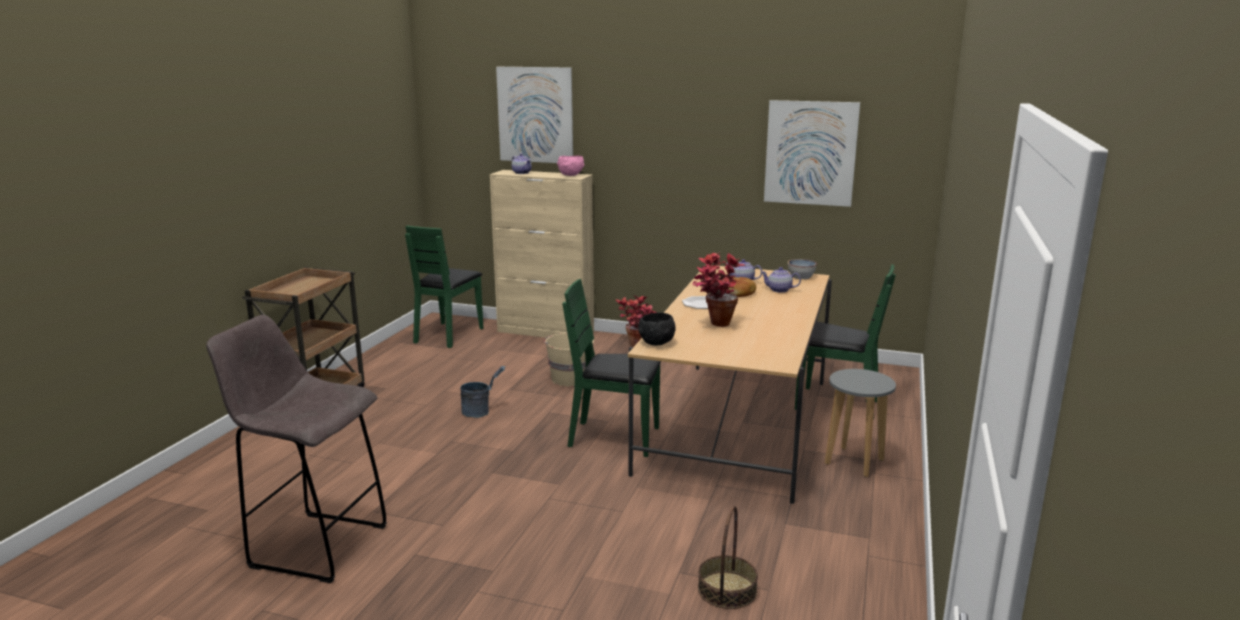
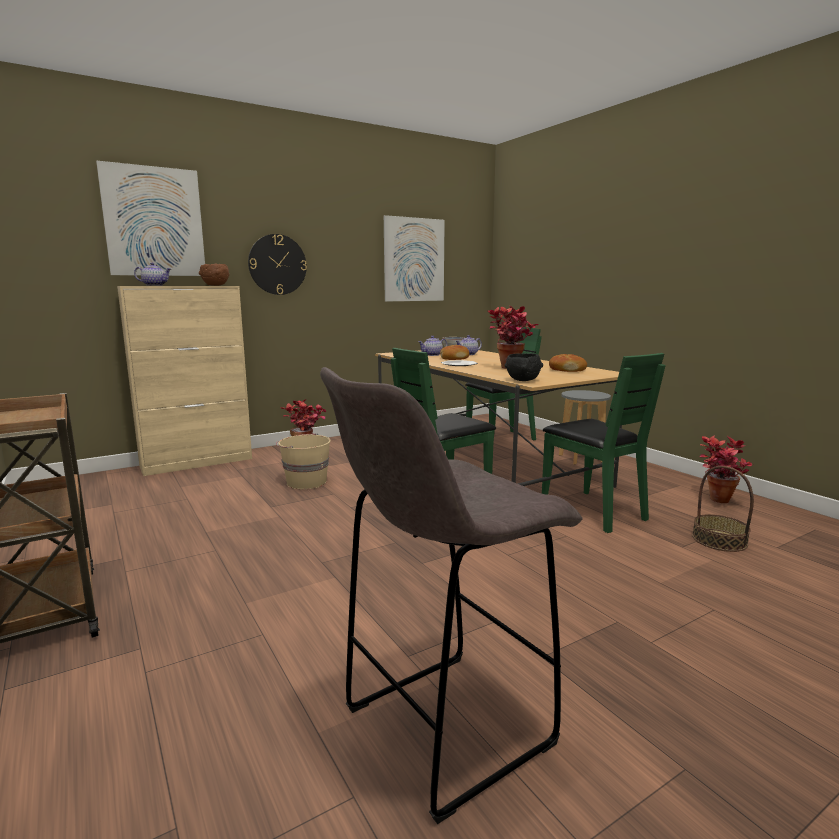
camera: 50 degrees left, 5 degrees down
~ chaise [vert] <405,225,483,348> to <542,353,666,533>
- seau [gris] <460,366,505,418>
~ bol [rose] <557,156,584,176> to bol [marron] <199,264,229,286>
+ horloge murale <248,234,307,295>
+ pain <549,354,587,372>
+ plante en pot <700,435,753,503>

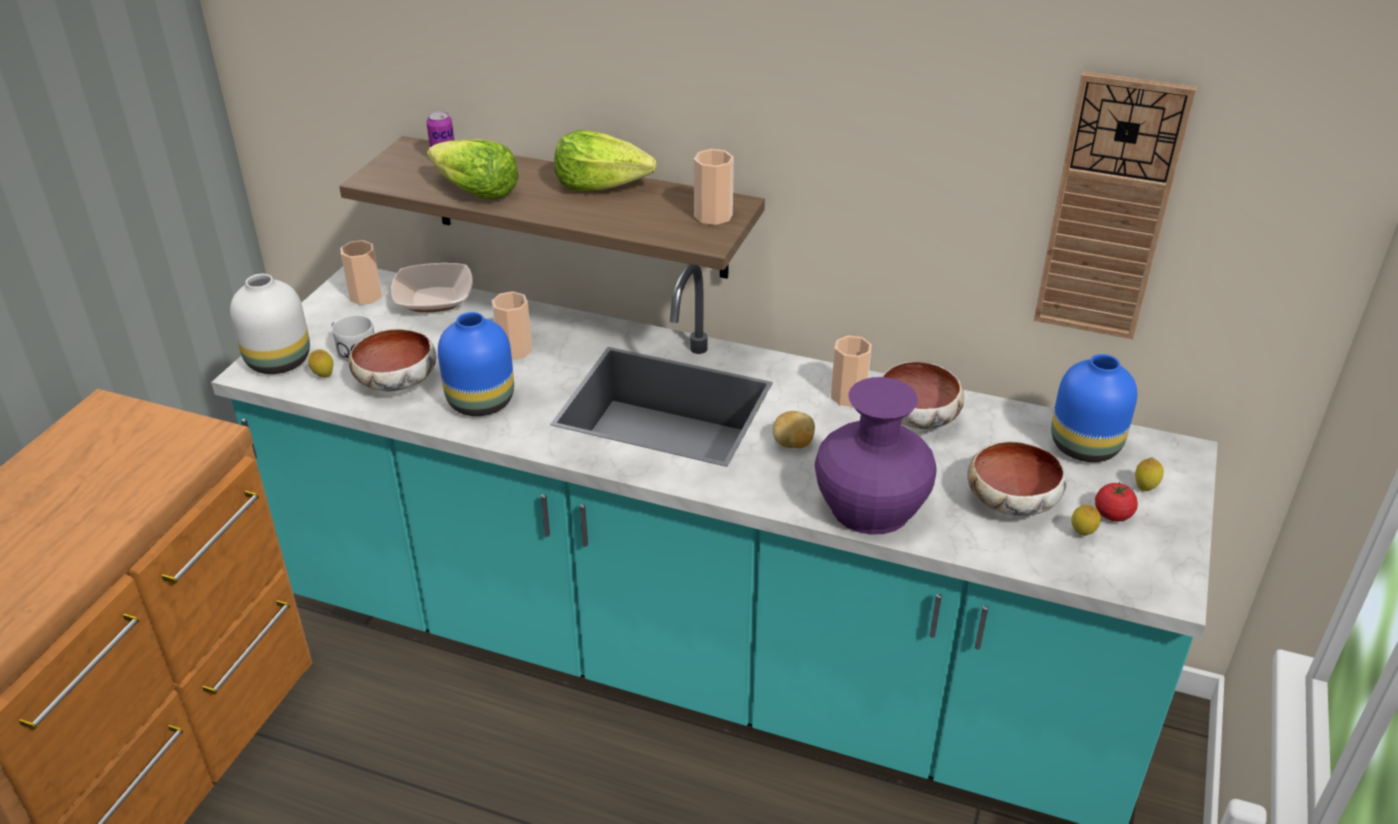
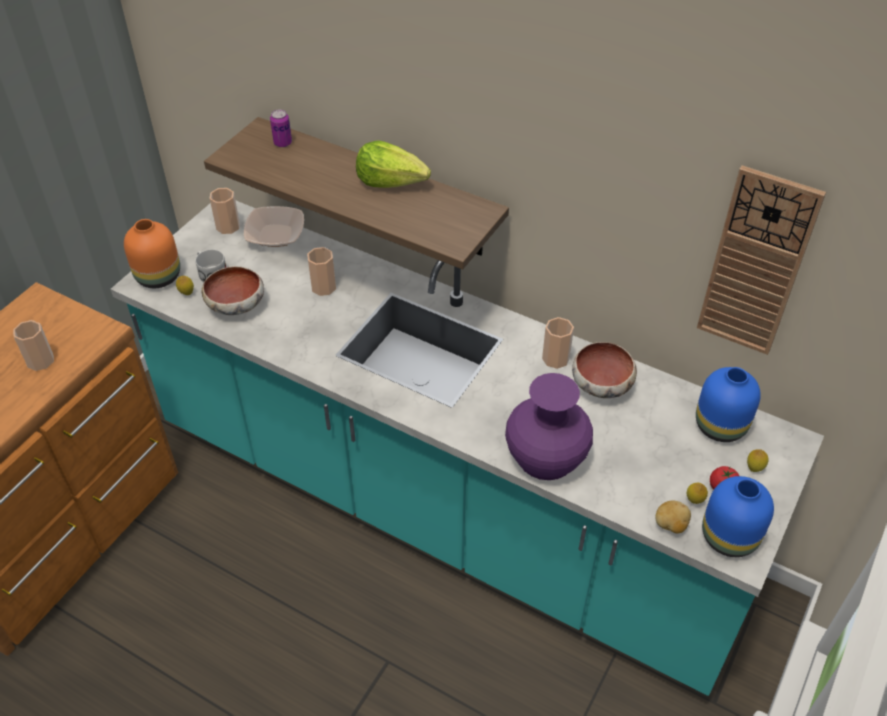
camera: 10 degrees right, 10 degrees up
~ vase [blanc] <230,274,310,374> to vase [orange] <124,219,180,288>
- laitue <427,139,519,199>
~ vase [bleu] <438,312,514,416> to <702,476,774,557>
~ tasse <694,149,734,225> to <13,320,54,371>
~ pomme de terre <773,411,815,448> to <656,501,691,533>
- bol <967,441,1066,516>

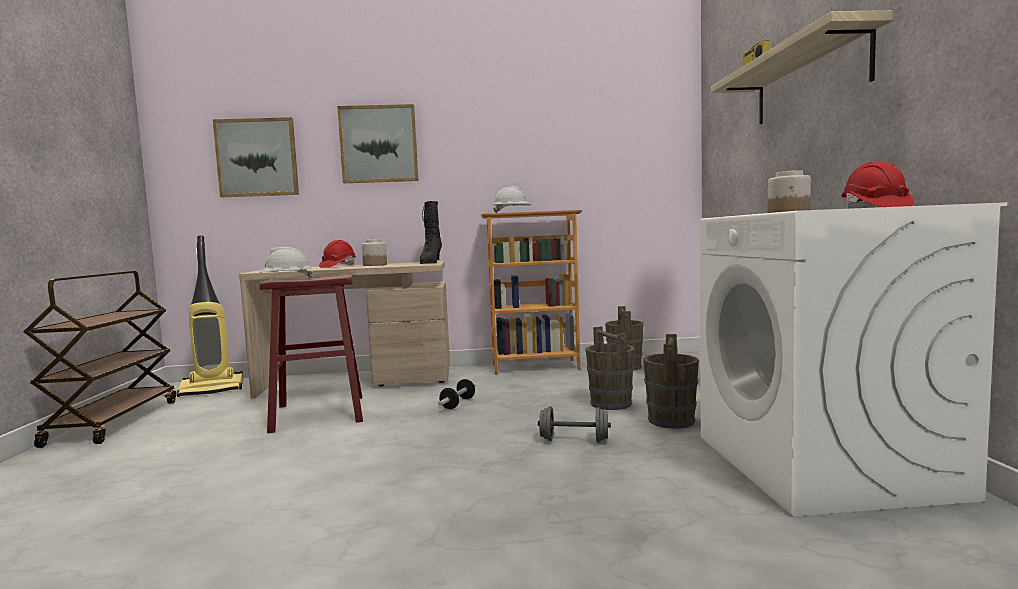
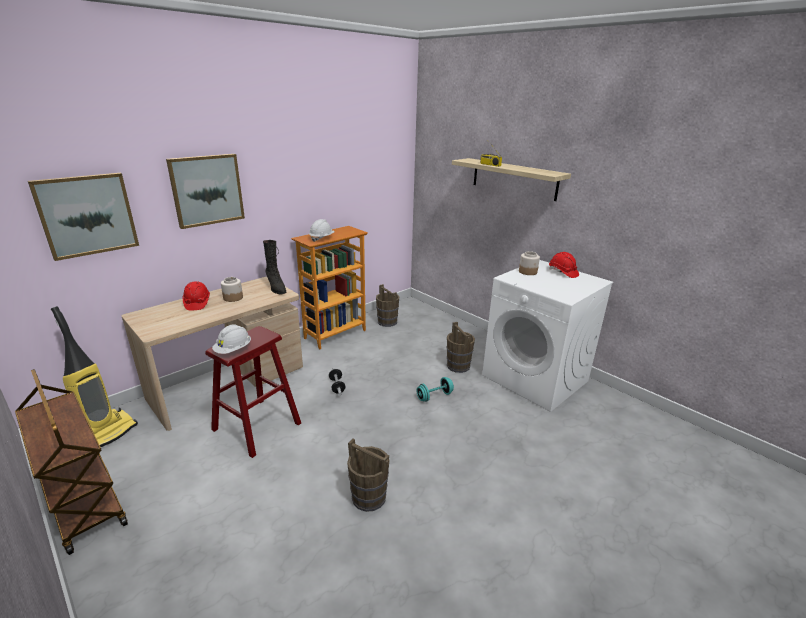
camera: 40 degrees left, 20 degrees up
~ haltère [gris] <538,407,611,442> to haltère [turquoise] <417,377,454,402>
~ seau [marron] <586,326,634,410> to <347,438,390,512>

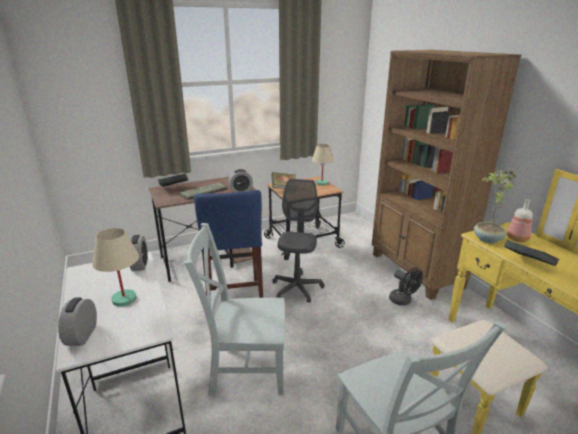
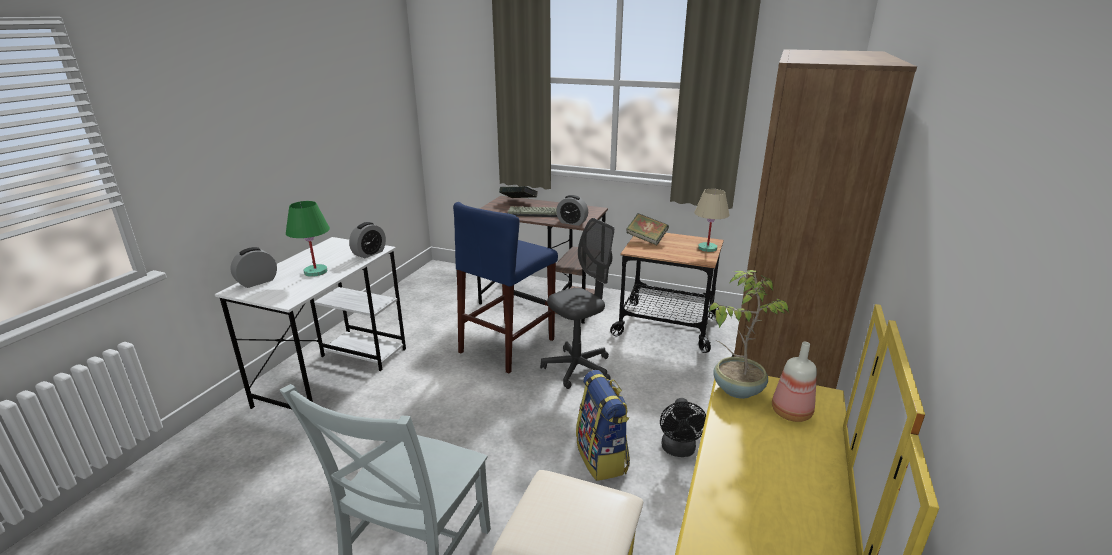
camera: 45 degrees right, 0 degrees up
~ lampe de table [beige] <92,228,139,306> to lampe de table [vert] <286,201,330,277>
- chaise [gris] <184,223,285,396>
- livre <504,240,560,266>
+ sac à dos <576,370,630,481>

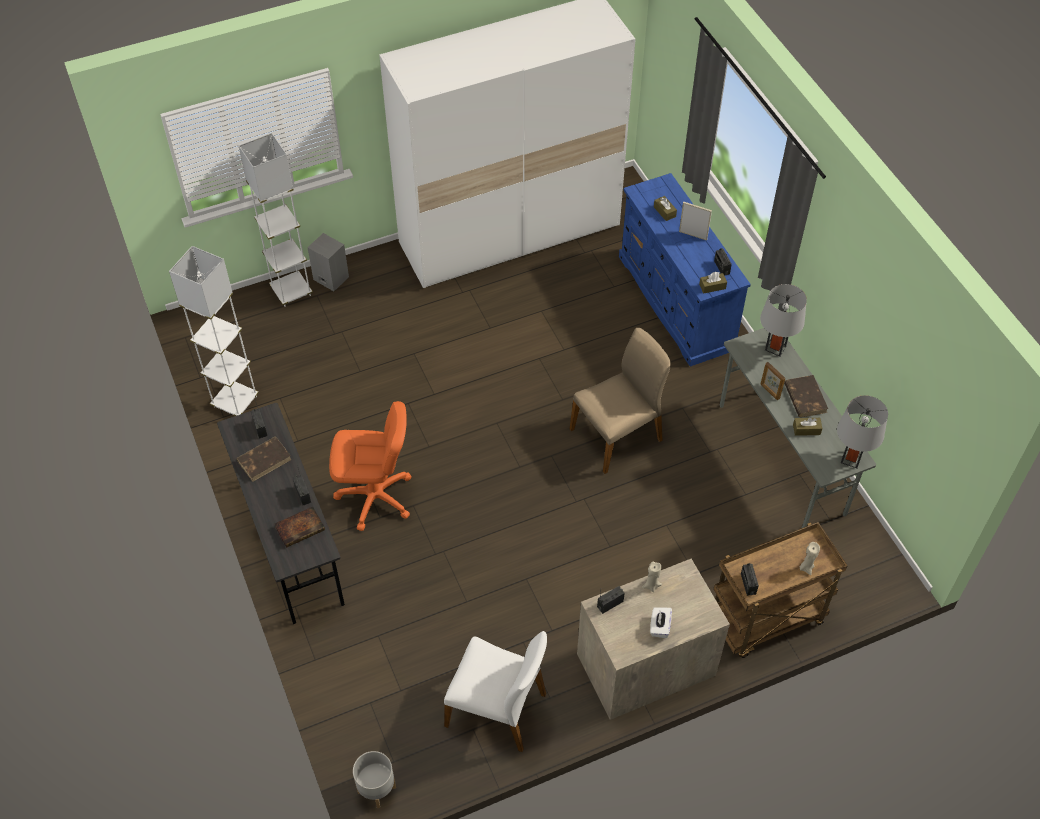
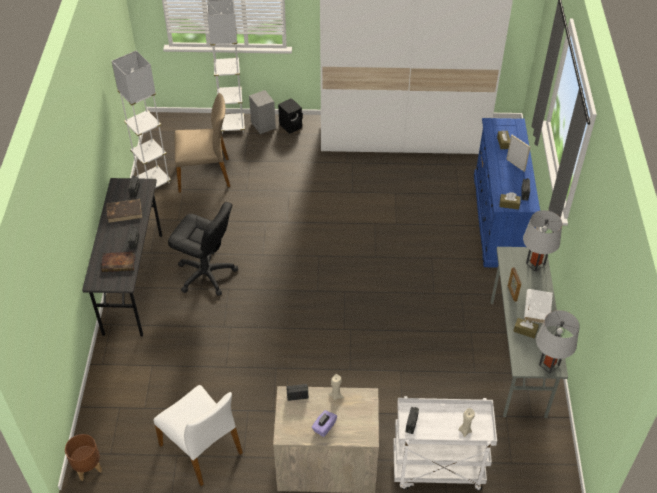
camera: 25 degrees right, 5 degrees down
~ chaise de bureau [orange] <329,401,412,531> to chaise de bureau [noir] <168,202,238,296>
~ cache-pot [gris] <353,751,396,808> to cache-pot [marron] <65,434,102,481>
~ chaise [beige] <570,328,671,474> to <174,93,230,193>
~ boîte à mouchoirs [blanc] <650,607,672,638> to boîte à mouchoirs [violet] <311,410,337,437>
~ chariot [marron] <713,522,847,658> to chariot [blanc] <393,396,497,490>
~ livre [marron] <784,375,828,418> to livre [blanc] <524,289,553,323>
+ enceinte [noir] <278,98,303,134>

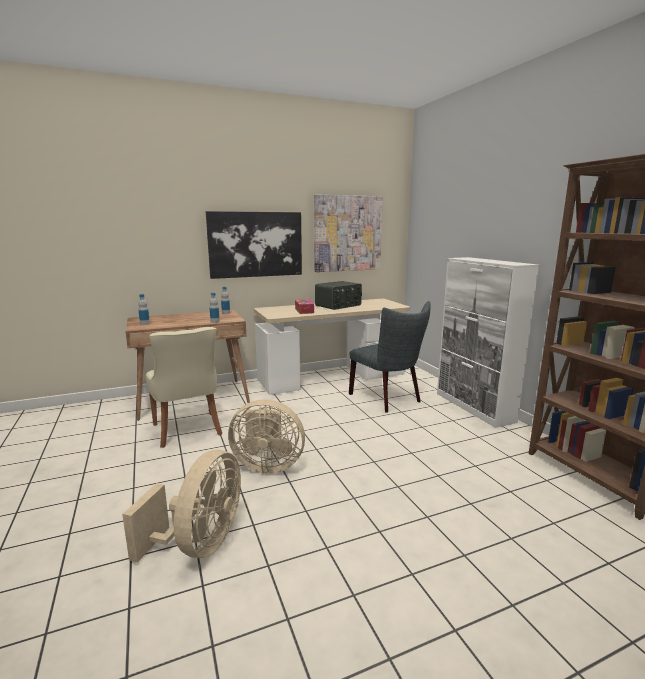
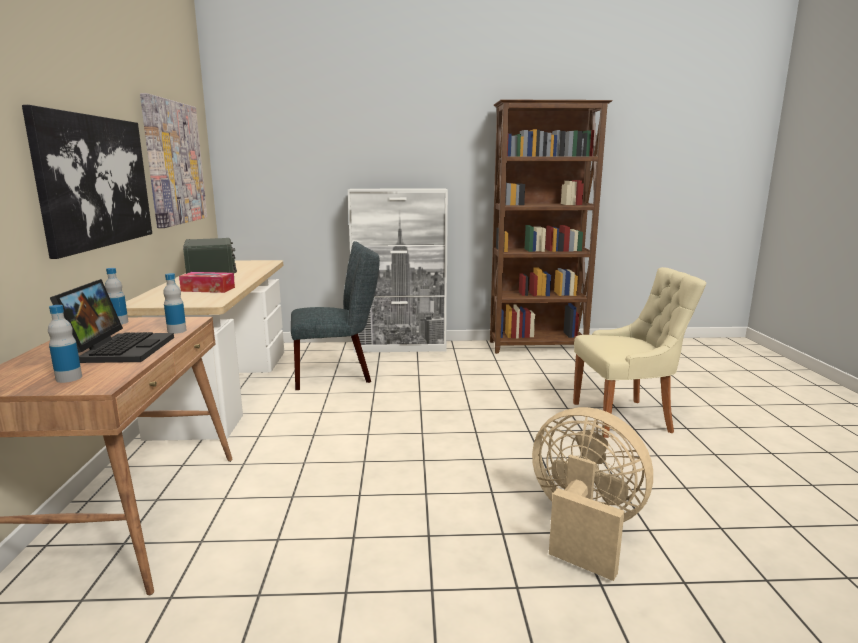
camera: 70 degrees left, 0 degrees up
~ chaise [beige] <146,327,222,448> to <573,267,706,438>
- ventilateur [beige] <228,400,305,473>
+ ordinateur portable <50,279,174,363>

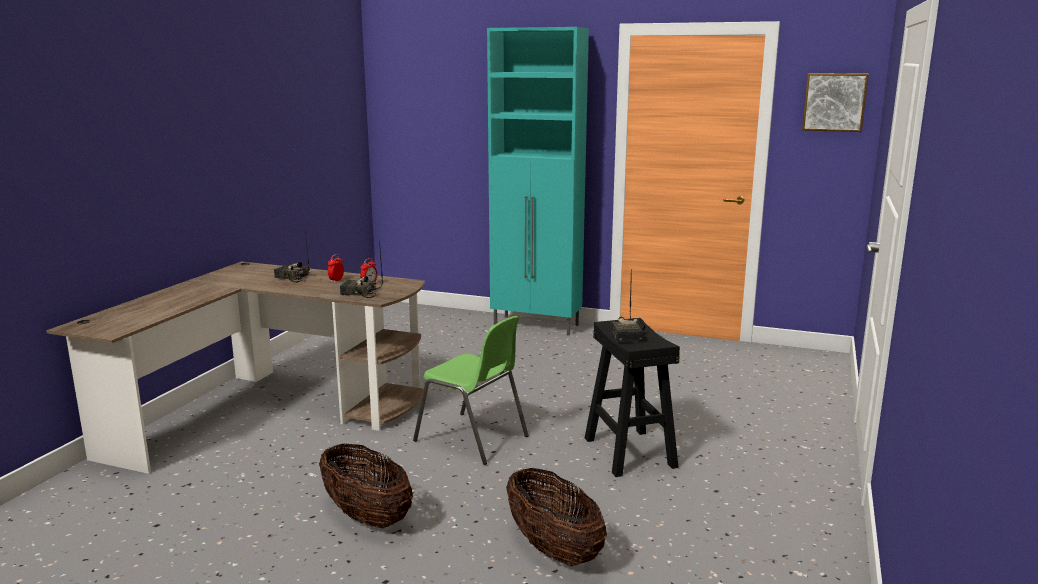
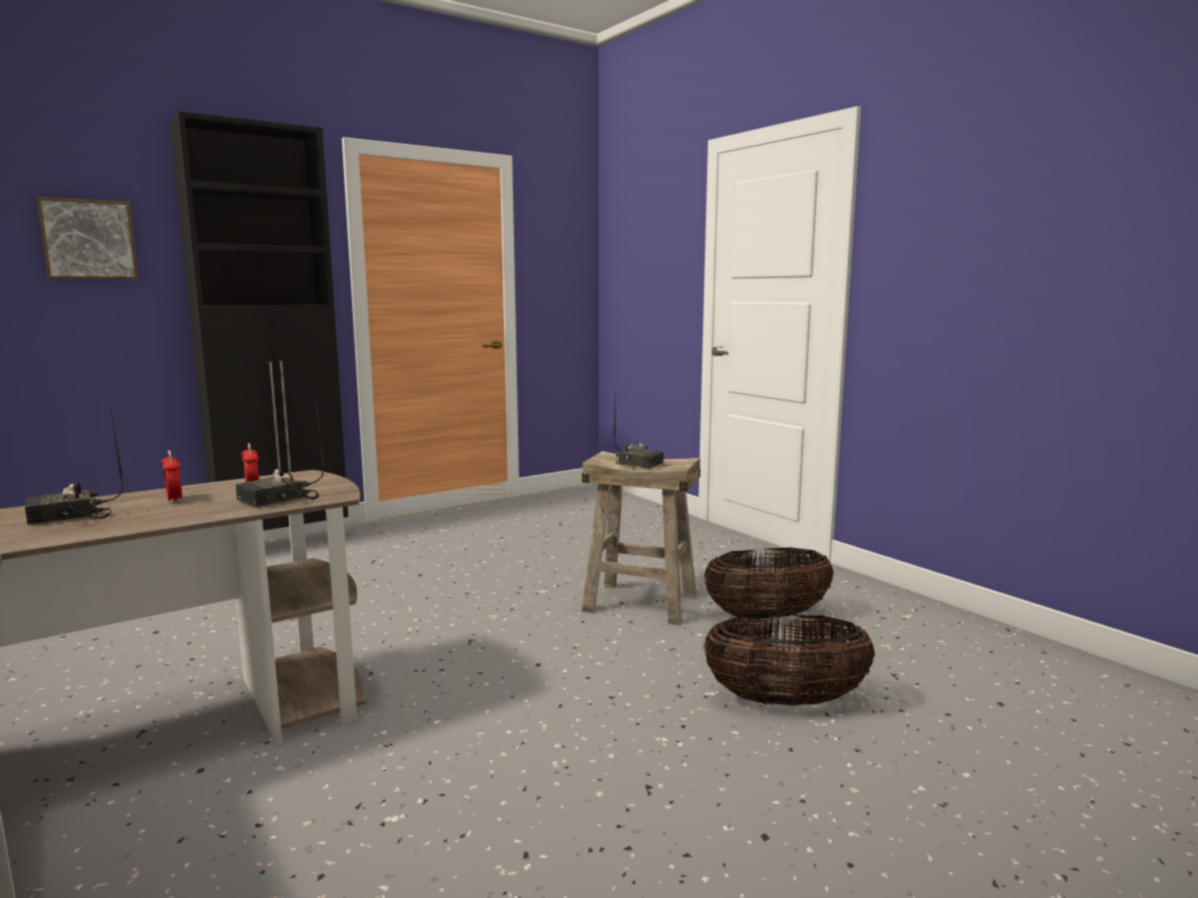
camera: 55 degrees left, 5 degrees down
~ panier <319,444,413,528> to <703,547,834,619>
- chaise [vert] <413,316,529,465>
~ meuble de rangement [turquoise] <487,27,589,335> to meuble de rangement [noir] <170,111,348,531>
~ tabouret [noir] <585,318,680,477> to tabouret [beige] <582,451,701,625>
~ tableau <802,73,869,132> to <37,197,138,279>

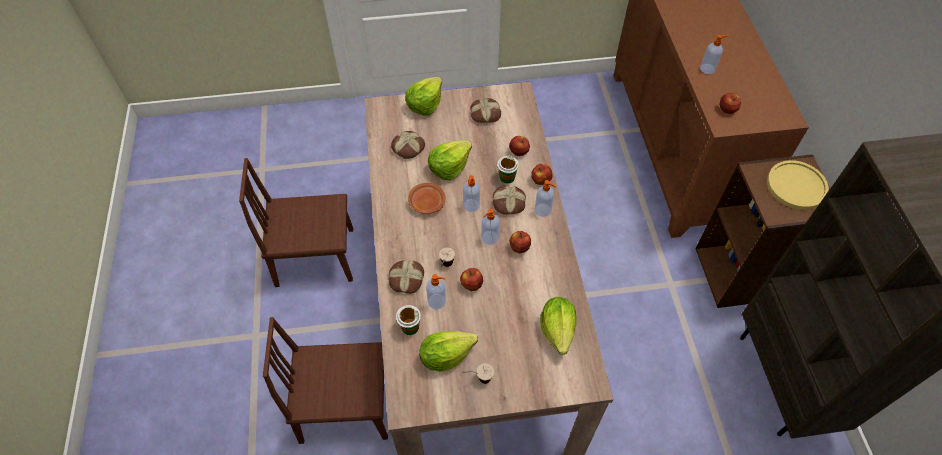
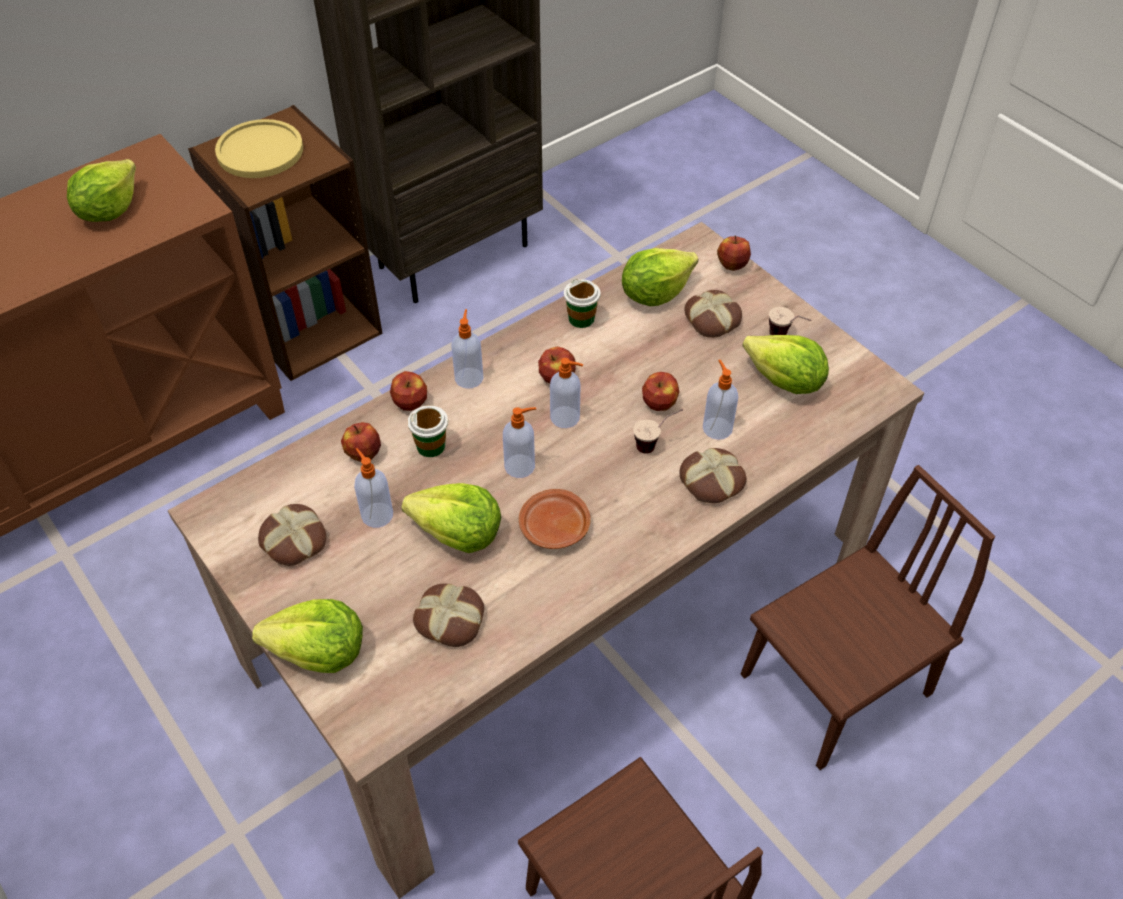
camera: 120 degrees left, 5 degrees down
~ chaise [marron] <263,317,388,444> = <741,465,995,770> 90 degrees counterclockwise
~ tasse <396,305,421,335> to <564,279,601,328>
~ pain <493,185,526,215> to <684,290,742,338>
~ distributeur de savon <700,35,729,74> to <354,448,393,528>
~ pomme <719,93,741,114> to <717,235,751,271>
+ laitue <67,159,136,222>

